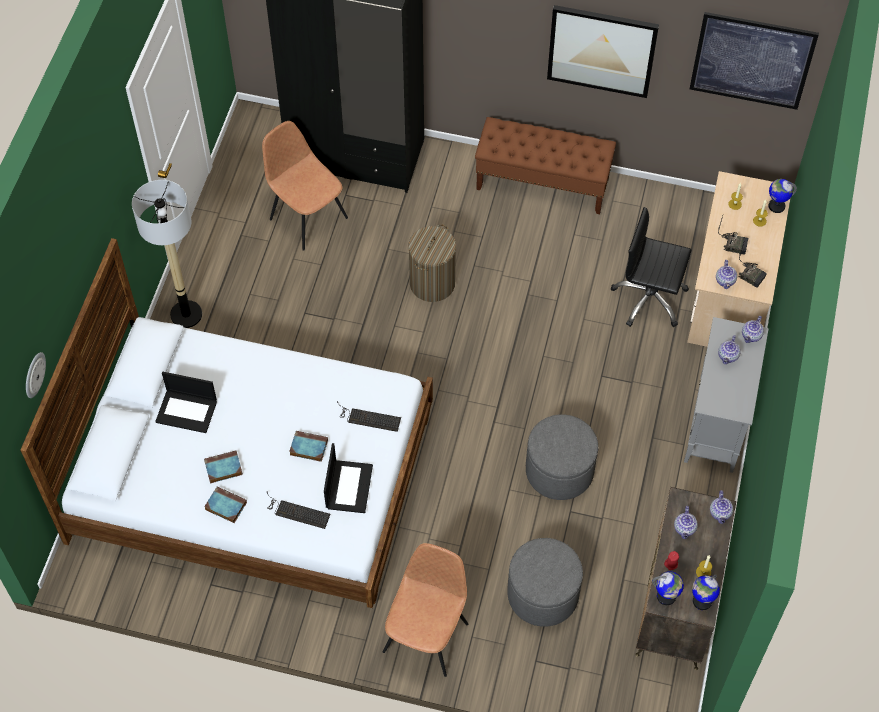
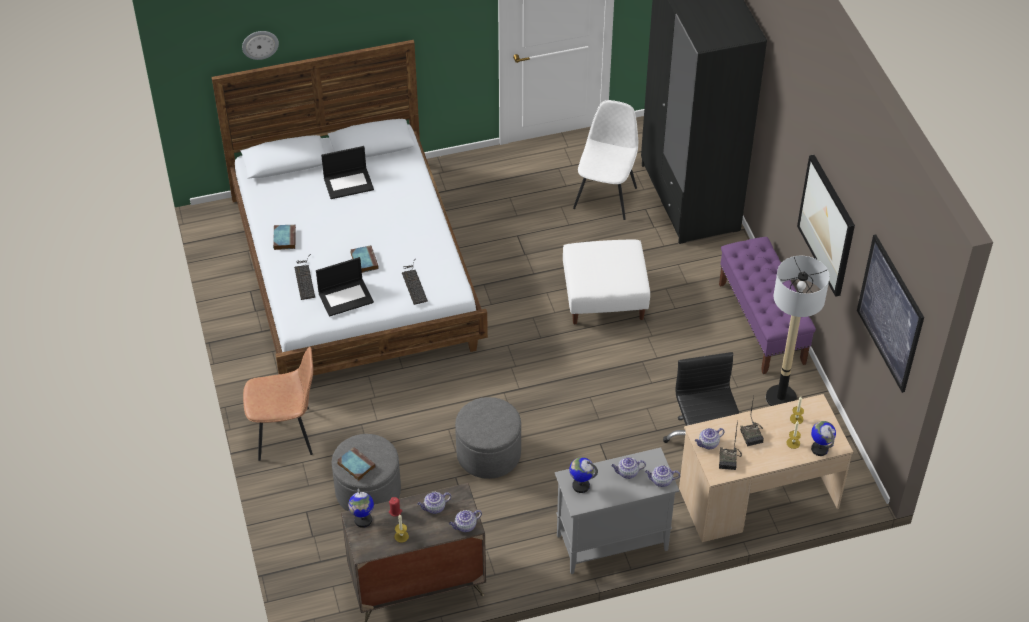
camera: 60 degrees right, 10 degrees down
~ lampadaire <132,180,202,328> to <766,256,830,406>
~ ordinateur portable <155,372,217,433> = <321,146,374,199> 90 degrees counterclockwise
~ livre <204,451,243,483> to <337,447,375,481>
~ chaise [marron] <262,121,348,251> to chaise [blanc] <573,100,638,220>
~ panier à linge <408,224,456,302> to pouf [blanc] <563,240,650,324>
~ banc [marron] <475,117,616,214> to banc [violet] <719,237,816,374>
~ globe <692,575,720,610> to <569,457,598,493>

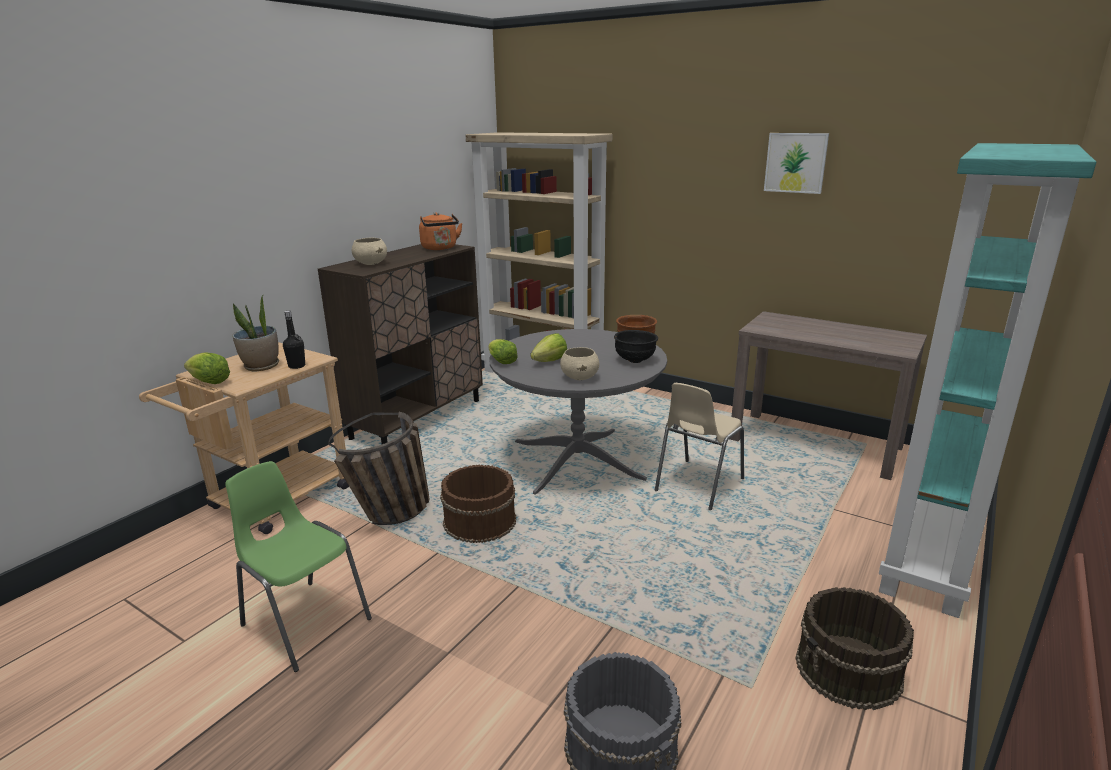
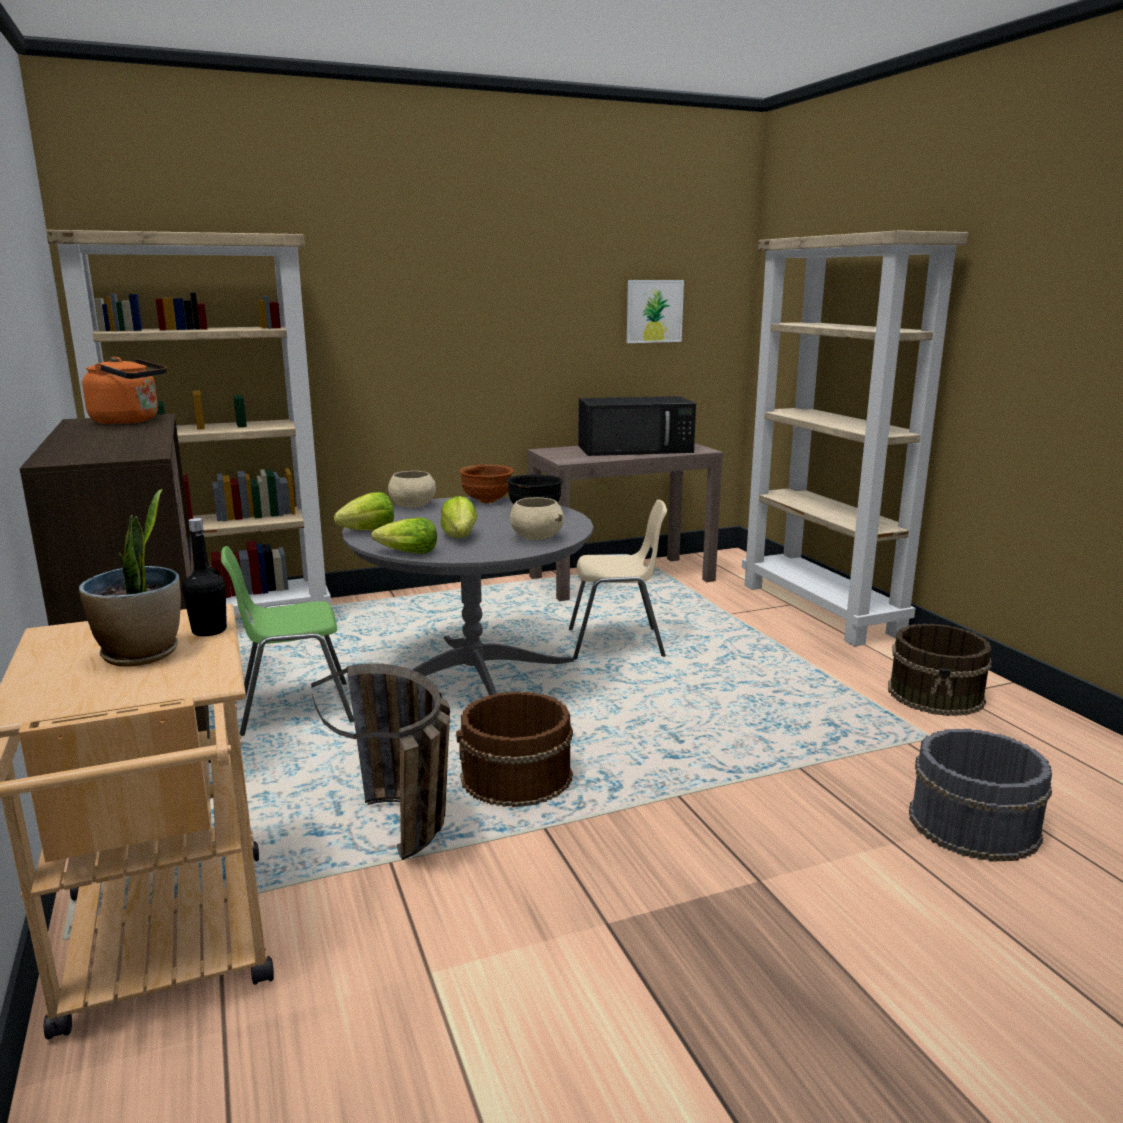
camera: 55 degrees left, 5 degrees down
~ laitue <184,352,230,384> to <334,492,394,530>
~ chaise [vert] <225,461,372,672> to <221,546,354,736>
~ bol [beige] <352,238,387,265> to <388,471,436,508>
~ chaise [beige] <655,383,744,510> = <569,500,667,660> 75 degrees counterclockwise
~ tableau <764,133,829,194> to <627,280,684,343>
~ bibliothèque [turquoise] <879,143,1096,618> to bibliothèque [beige] <742,230,968,646>
+ micro-ondes [noir] <578,396,696,456>

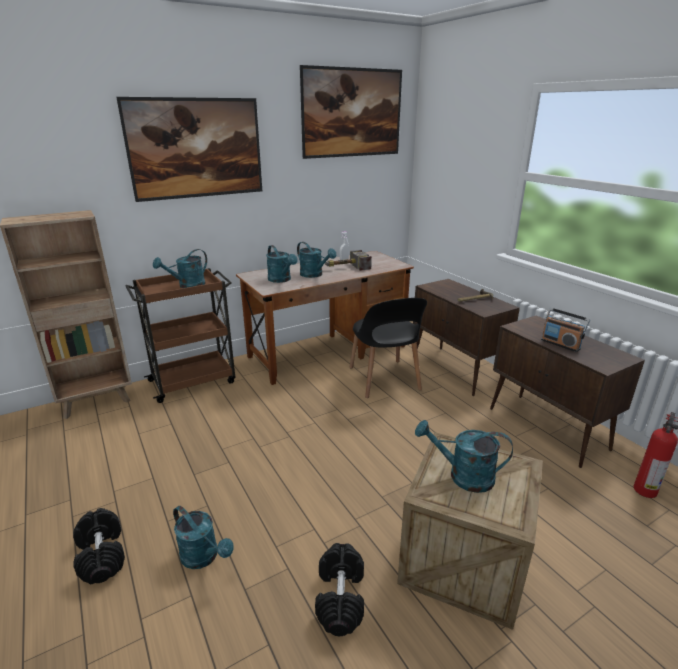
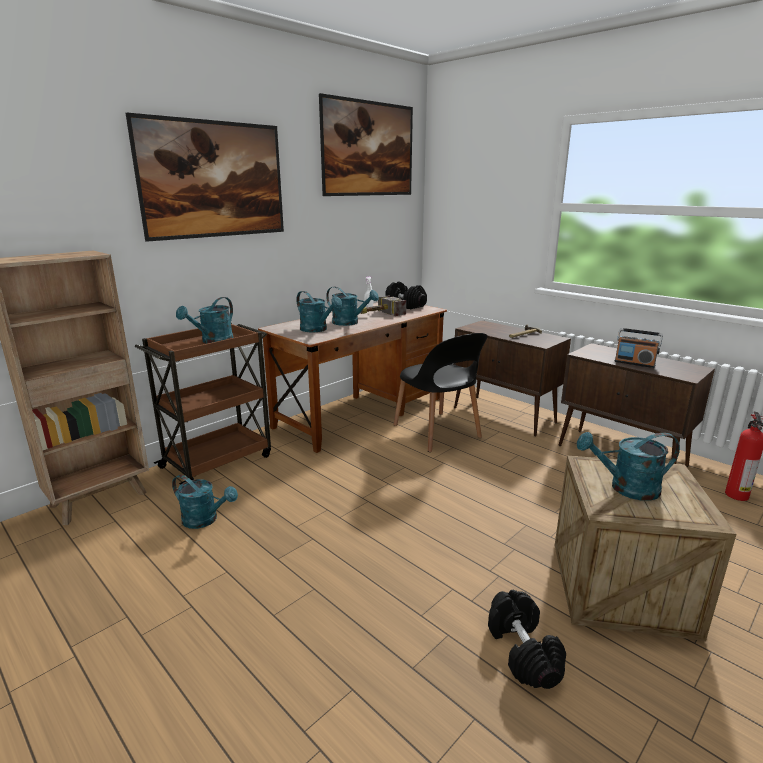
camera: 15 degrees left, 5 degrees down
~ haltère [noir] <73,508,125,584> to <386,281,427,309>
~ arrosoir [turquoise] <173,506,234,569> to <172,475,238,529>

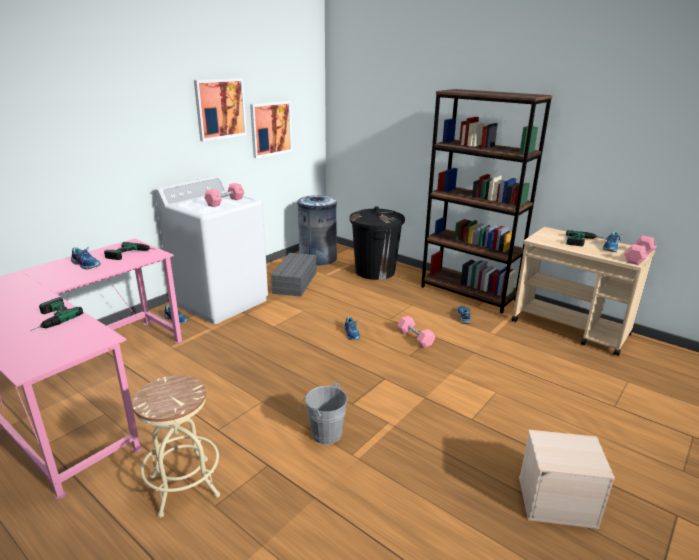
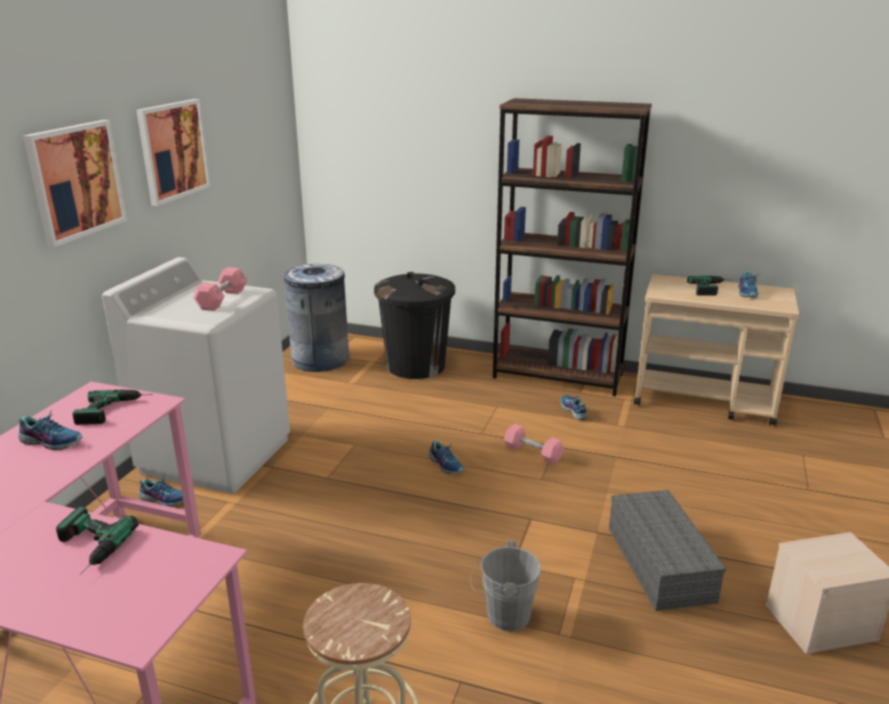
camera: 20 degrees left, 0 degrees up
~ tableau <250,101,292,158> to <23,120,127,247>
~ boîte de rangement [gris] <271,253,317,297> to <609,490,726,611>
- haltère [rose] <624,236,657,265>

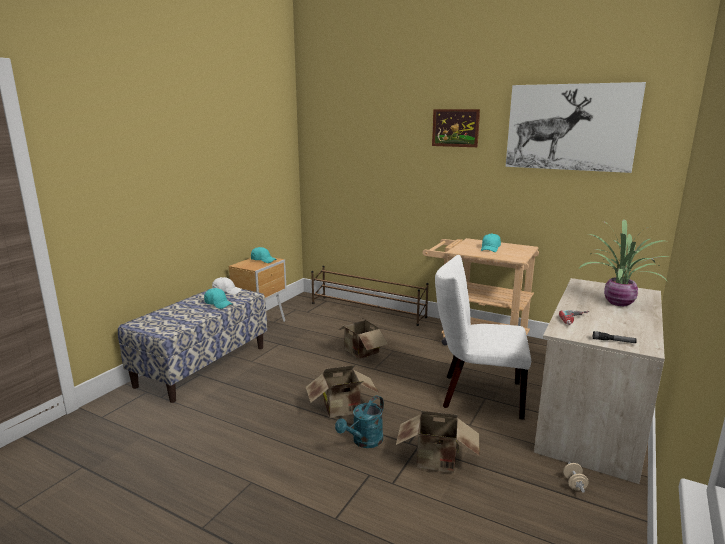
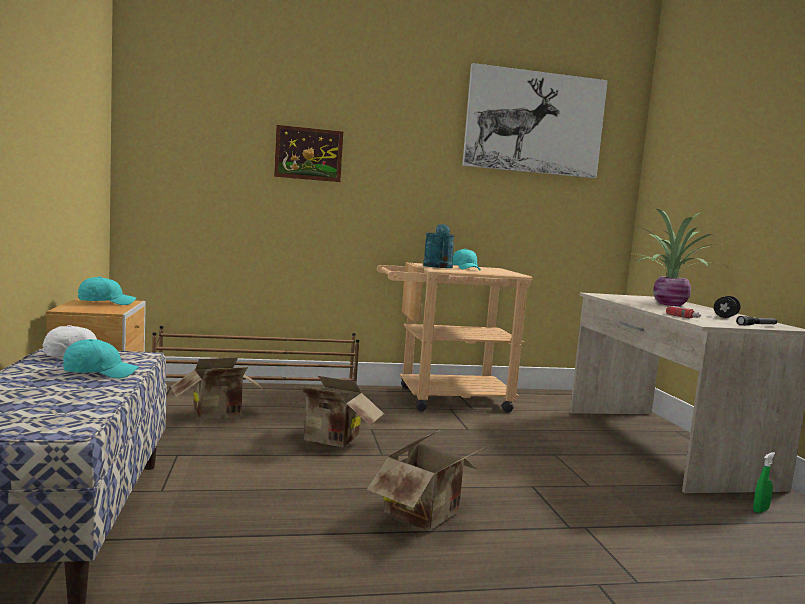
camera: 40 degrees left, 10 degrees down
~ arrosoir [turquoise] <335,395,384,448> to <423,224,455,268>
~ carton <396,411,480,473> to <171,357,265,420>
~ tableau <432,109,480,147> to <274,125,343,182>
- chaise [blanc] <435,255,531,420>
~ haltère [beige] <563,462,589,493> to vaporisateur [vert] <753,452,775,513>
+ haltère [noir] <714,296,741,318>

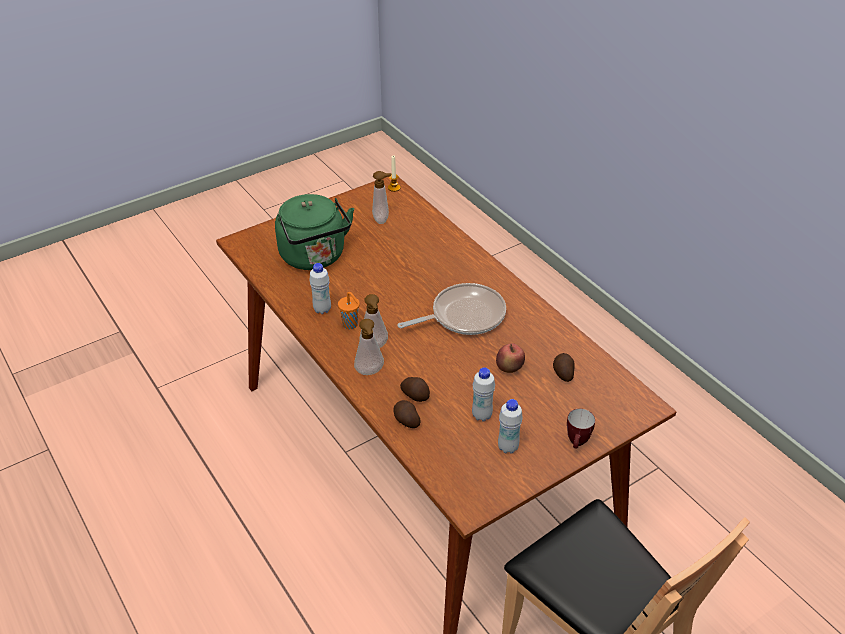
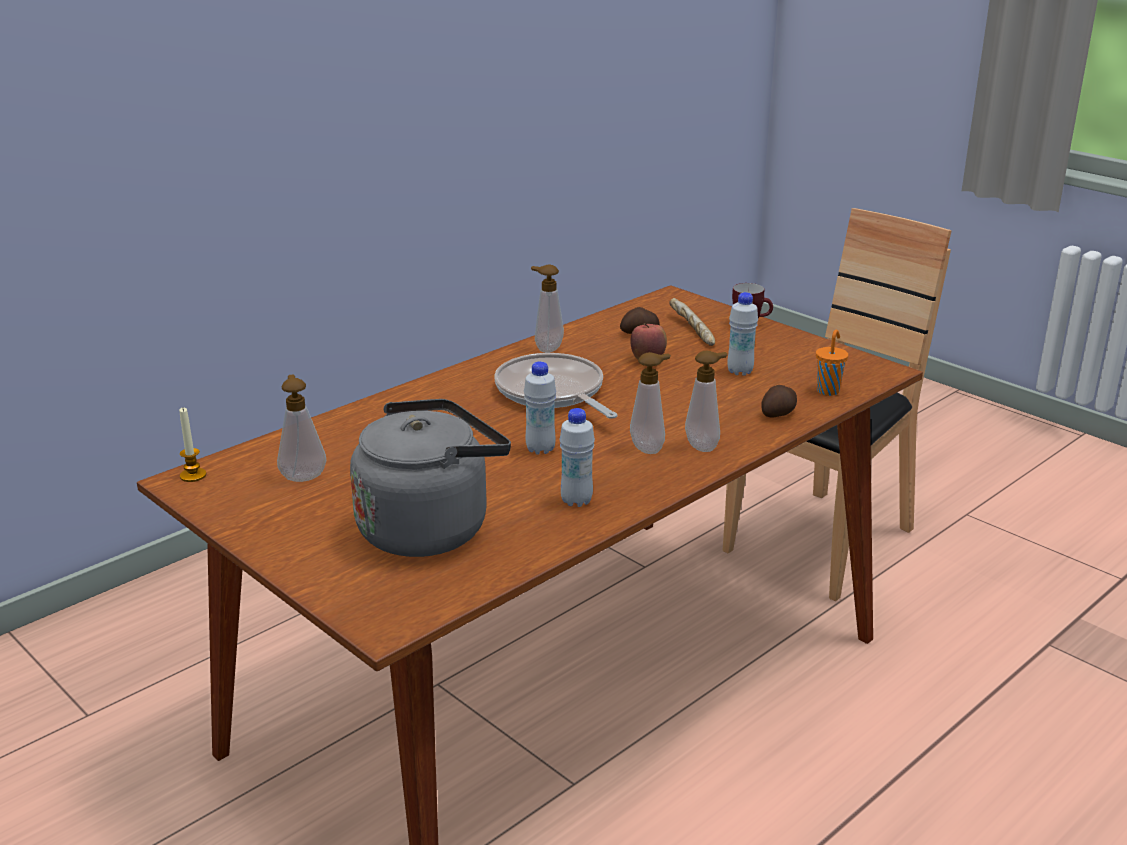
camera: 100 degrees left, 15 degrees down
~ bouilloire [vert] <275,194,354,270> to bouilloire [gris] <350,399,511,557>
~ tasse [orange] <338,292,360,329> to <816,330,848,396>
- pomme de terre <400,377,430,402>
~ bouteille [blanc] <498,399,523,454> to <524,361,556,455>
+ distributeur de savon <531,265,564,353>
+ pain <669,298,715,346>

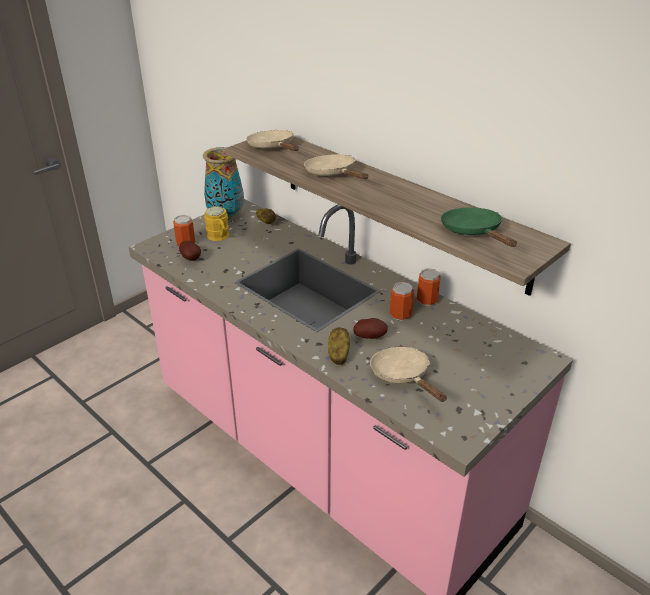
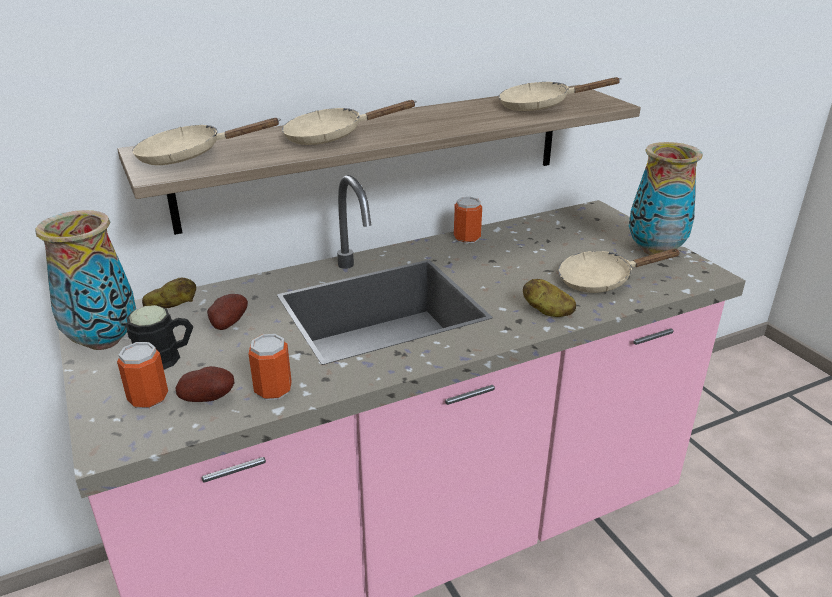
camera: 70 degrees left, 5 degrees down
~ mug [jaune] <204,206,230,241> to mug [noir] <126,305,193,370>
~ pomme de terre <353,318,388,339> to <207,294,248,330>
~ boîte métallique <390,282,414,321> to <249,334,292,400>
~ poêle [vert] <441,207,517,247> to poêle [beige] <499,77,621,111>
+ vase <629,142,703,255>

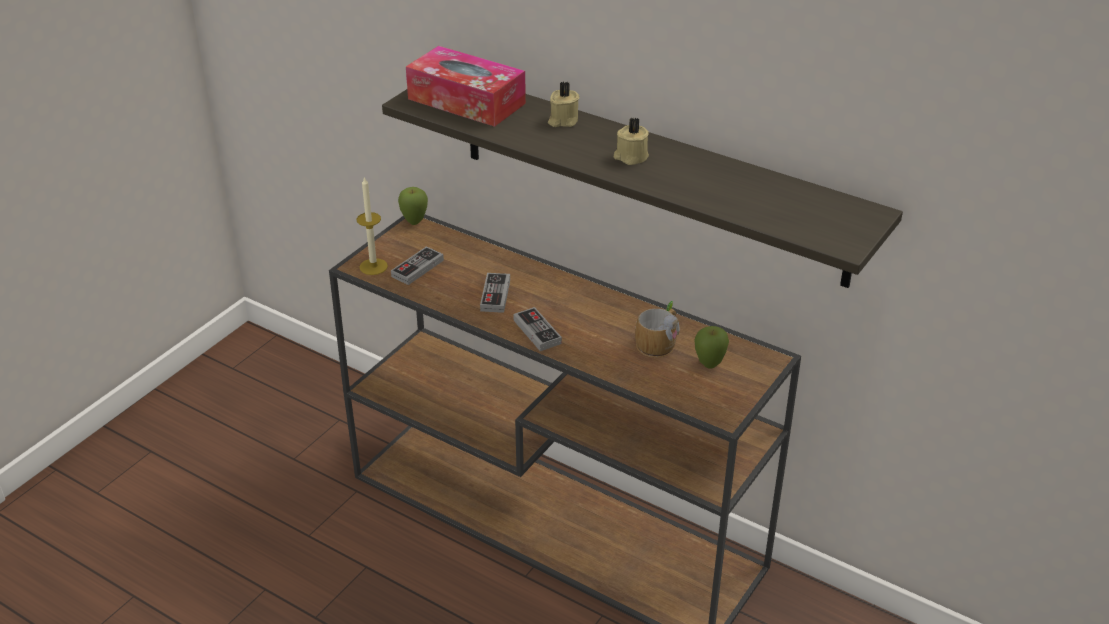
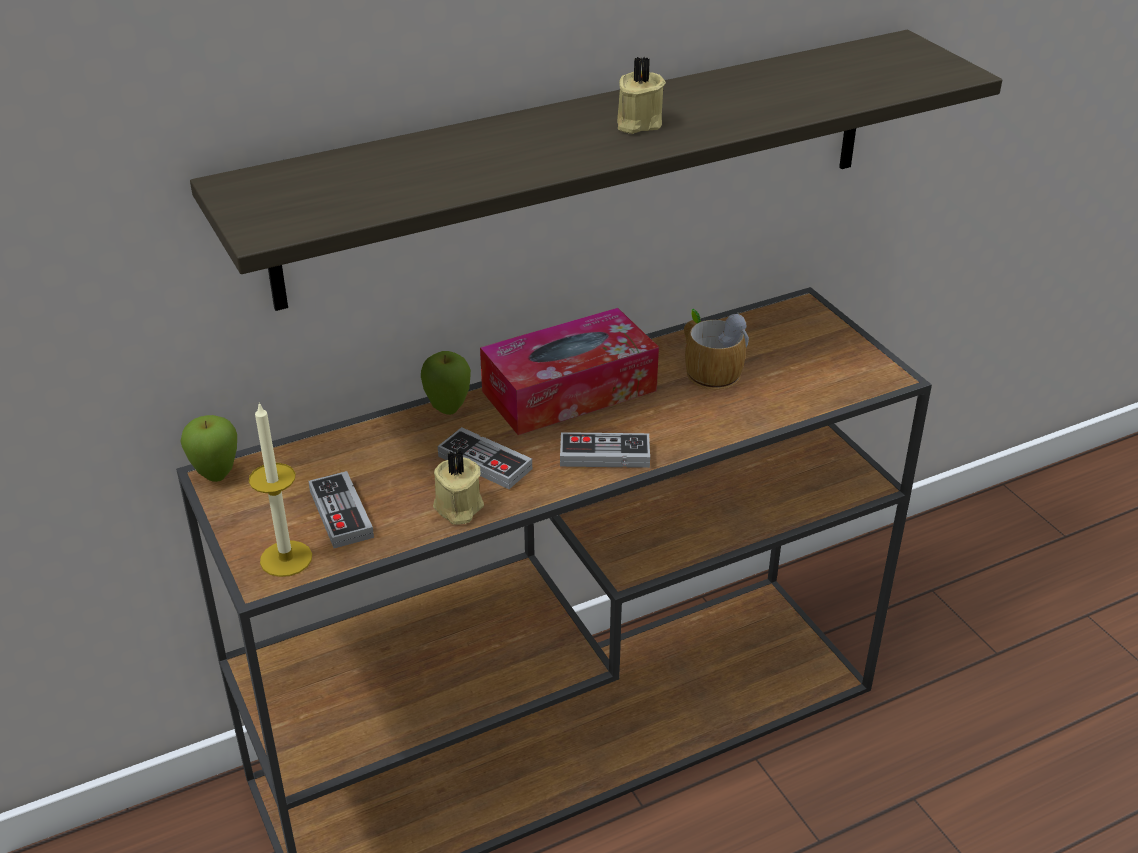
camera: 60 degrees left, 0 degrees up
~ boîte à mouchoirs <406,46,526,127> to <480,308,659,435>
~ bougie [beige] <548,81,579,127> to <433,450,484,525>
~ pomme <694,326,729,369> to <421,351,471,415>

